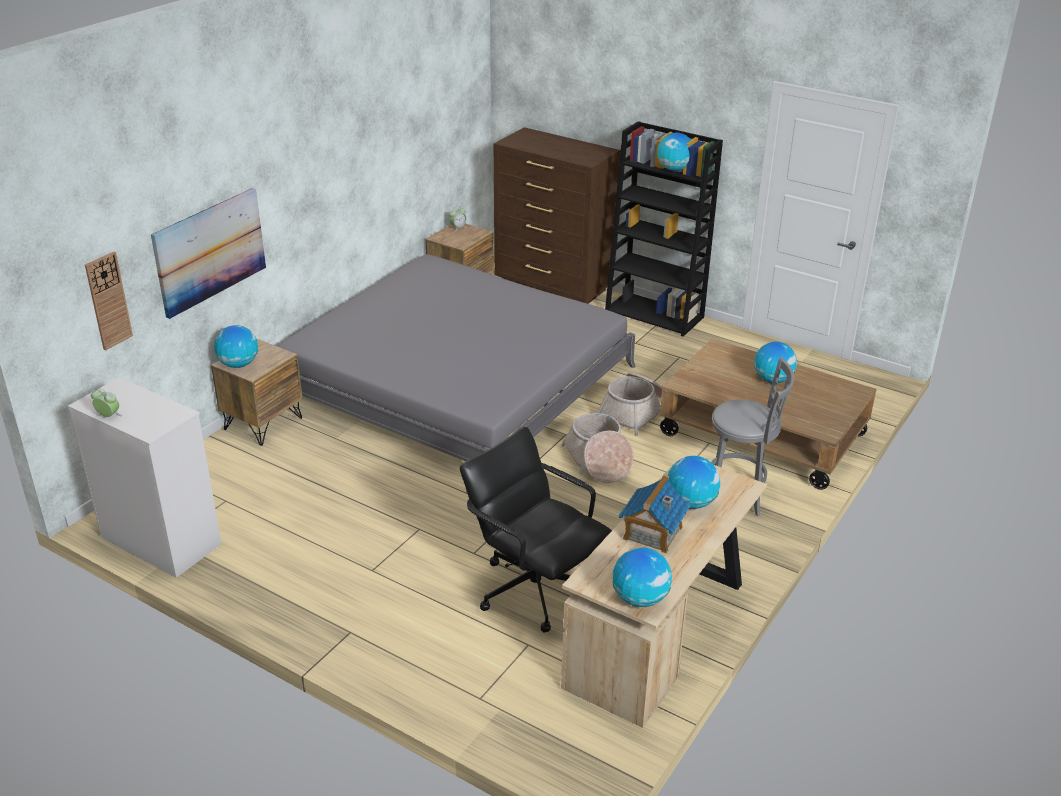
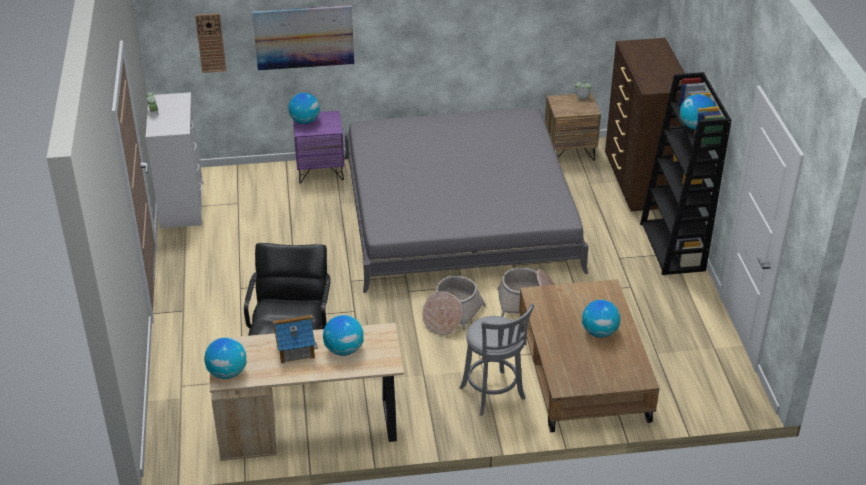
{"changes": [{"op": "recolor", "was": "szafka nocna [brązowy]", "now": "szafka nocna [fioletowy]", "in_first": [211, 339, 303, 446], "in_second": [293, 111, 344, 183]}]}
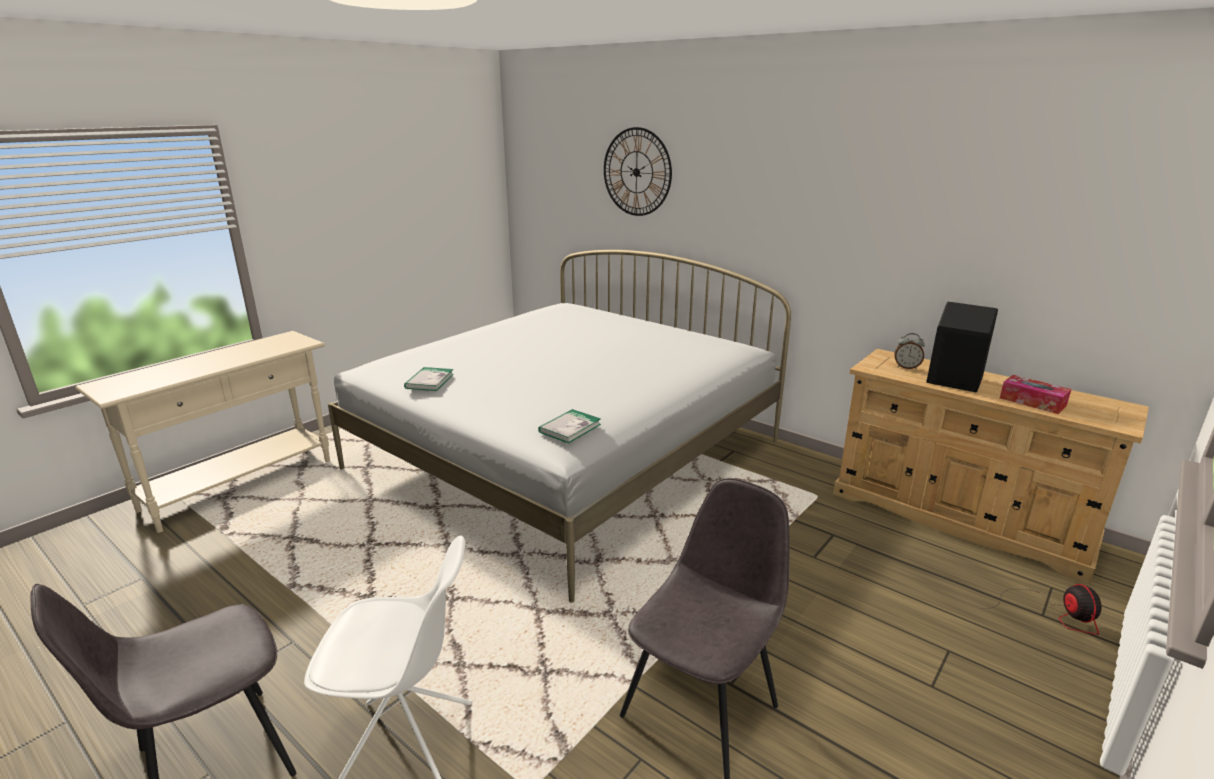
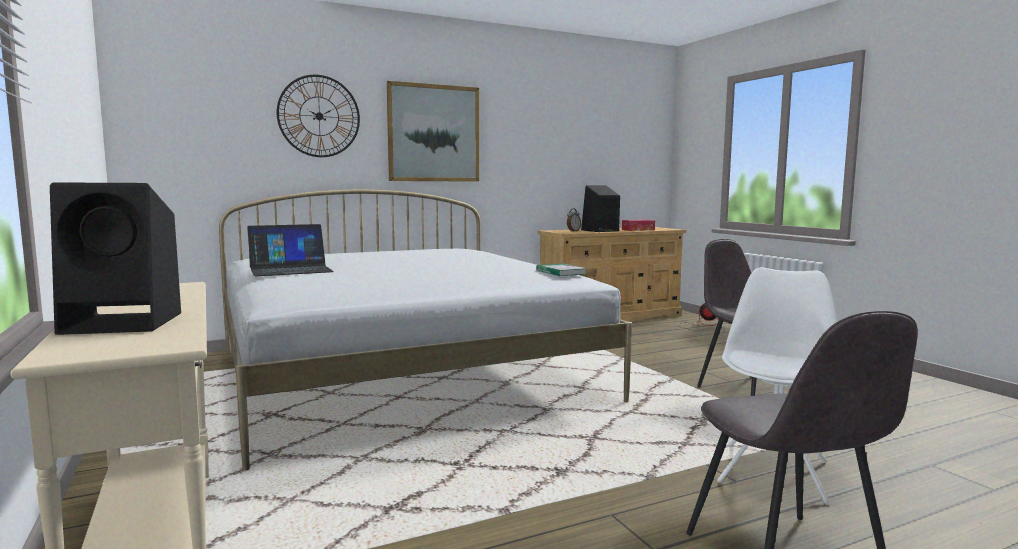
{"changes": [{"op": "delete", "was": "książka", "in_first": [404, 367, 454, 391]}, {"op": "insert", "now": "głośnik [czarny]", "in_second": [50, 182, 181, 335]}, {"op": "insert", "now": "laptop", "in_second": [247, 224, 334, 276]}, {"op": "insert", "now": "obraz", "in_second": [387, 81, 479, 182]}]}
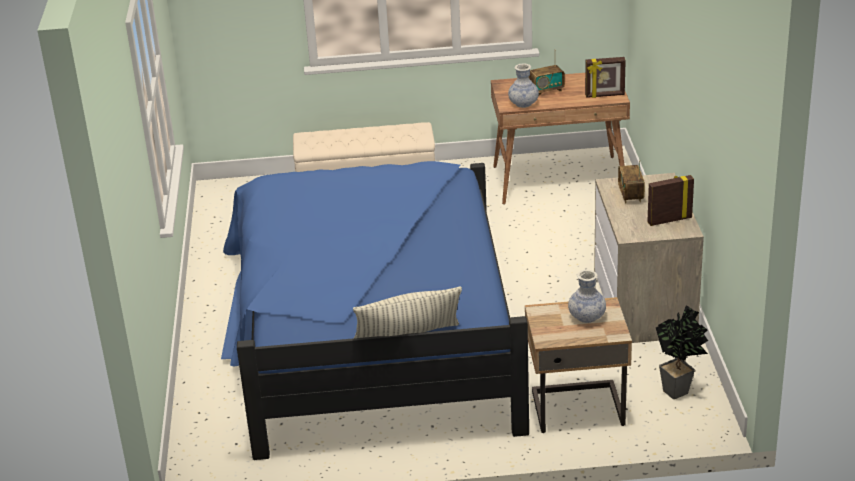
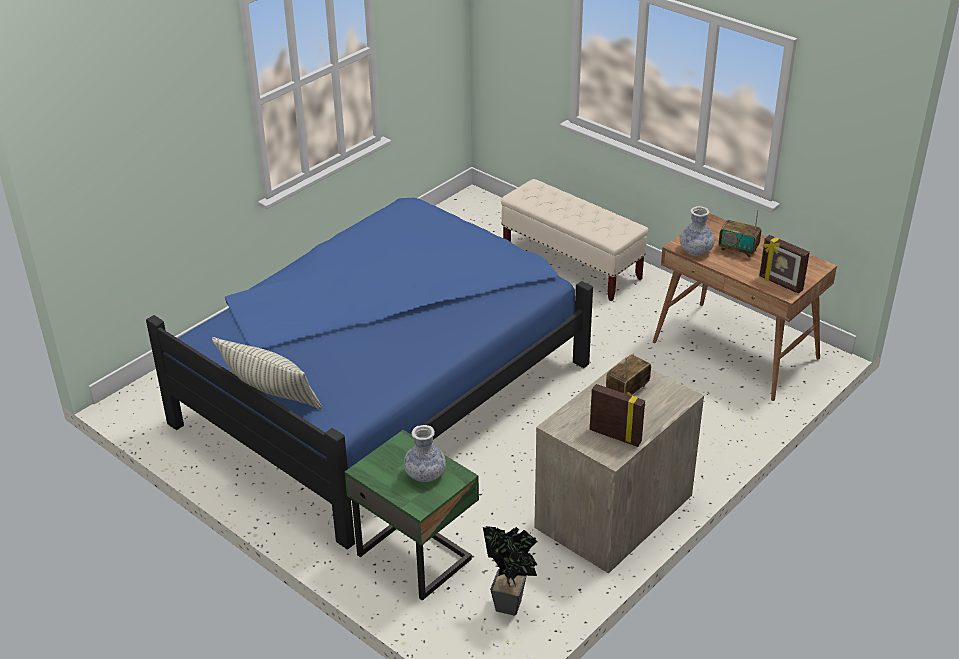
{"changes": [{"op": "recolor", "was": "szafka nocna [beżowy]", "now": "szafka nocna [zielony]", "in_first": [525, 297, 632, 433], "in_second": [345, 430, 479, 601]}]}
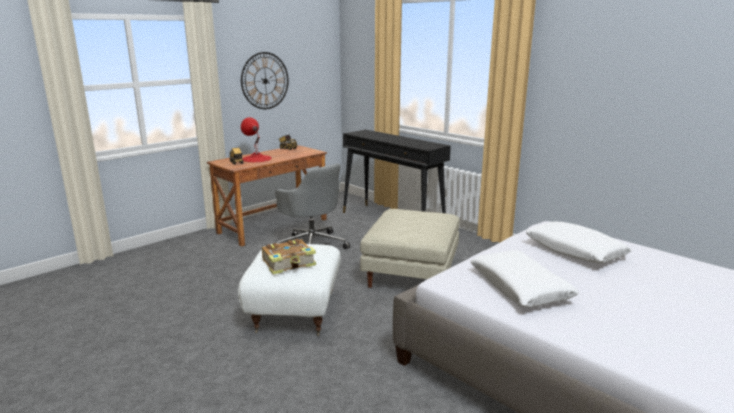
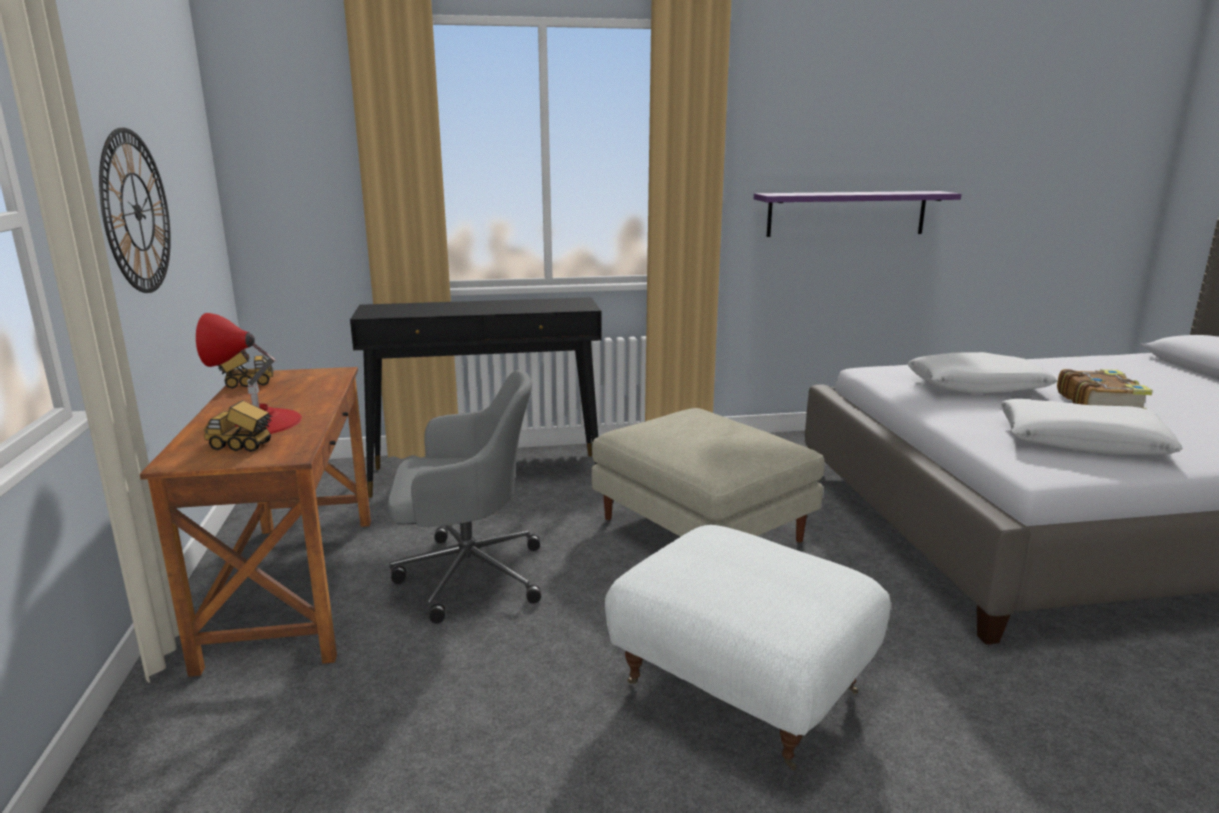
{"changes": [{"op": "insert", "now": "półka [fioletowy]", "in_second": [754, 191, 961, 237]}, {"op": "move", "was": "książka", "in_first": [262, 239, 316, 275], "in_second": [1057, 369, 1153, 410]}]}
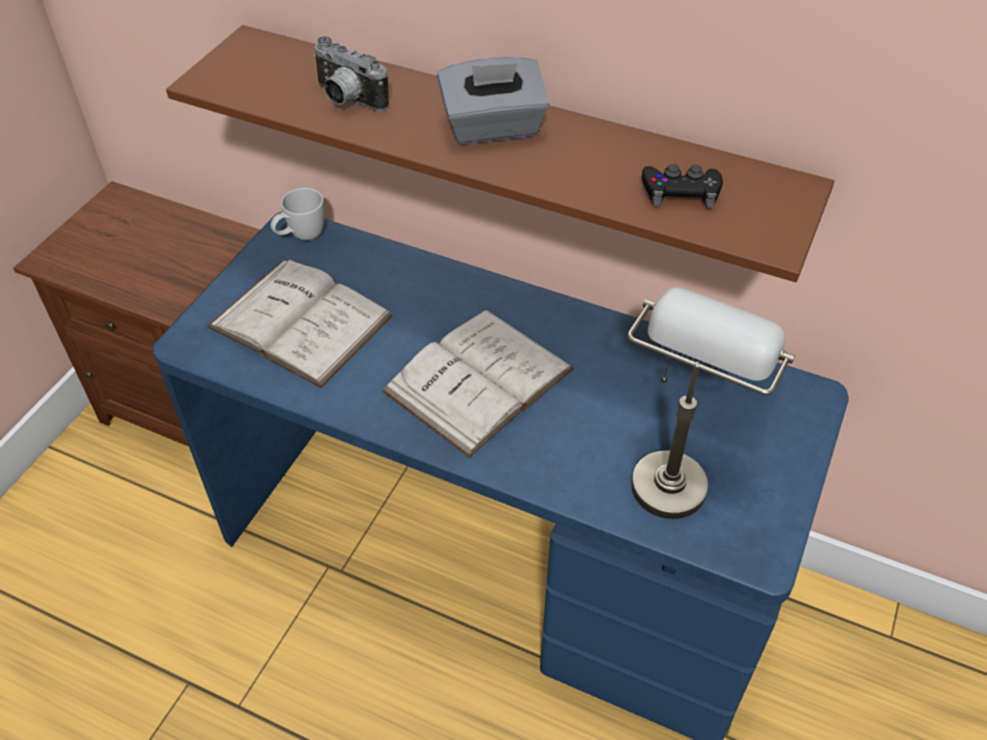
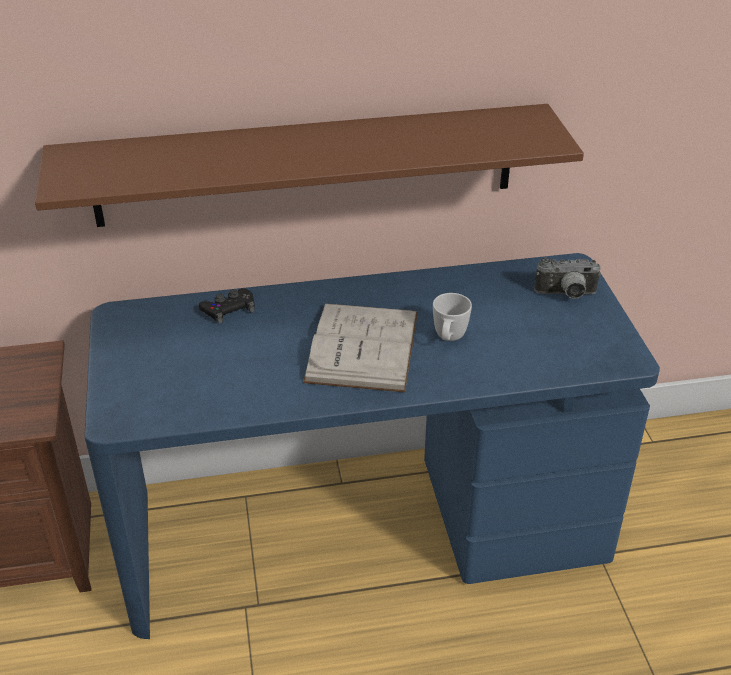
{"changes": [{"op": "delete", "was": "książka [biały]", "in_first": [207, 260, 393, 388]}, {"op": "delete", "was": "pudełko chusteczek [szary]", "in_first": [437, 57, 549, 144]}, {"op": "delete", "was": "lampa stołowa [szary]", "in_first": [627, 287, 795, 519]}, {"op": "move", "was": "kubek [biały]", "in_first": [271, 188, 324, 240], "in_second": [433, 293, 472, 341]}, {"op": "move", "was": "aparat fotograficzny", "in_first": [313, 36, 389, 112], "in_second": [534, 258, 601, 299]}, {"op": "move", "was": "pad do gier [czarny]", "in_first": [642, 164, 723, 208], "in_second": [199, 288, 254, 323]}]}
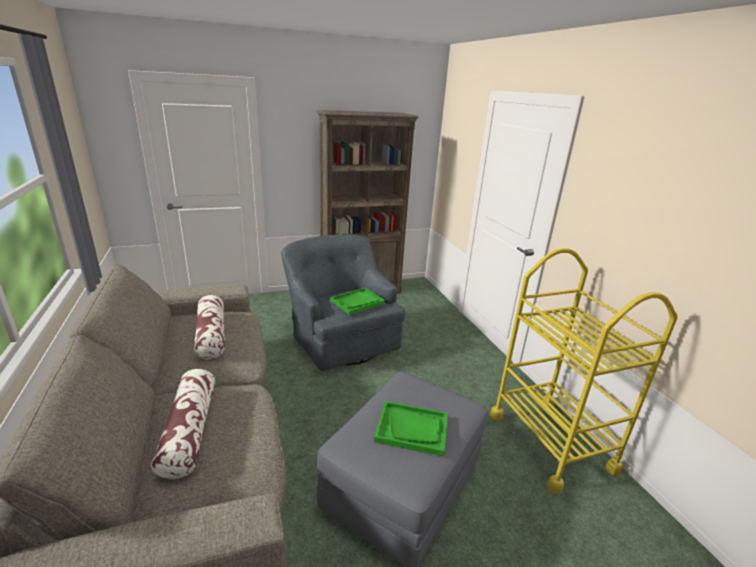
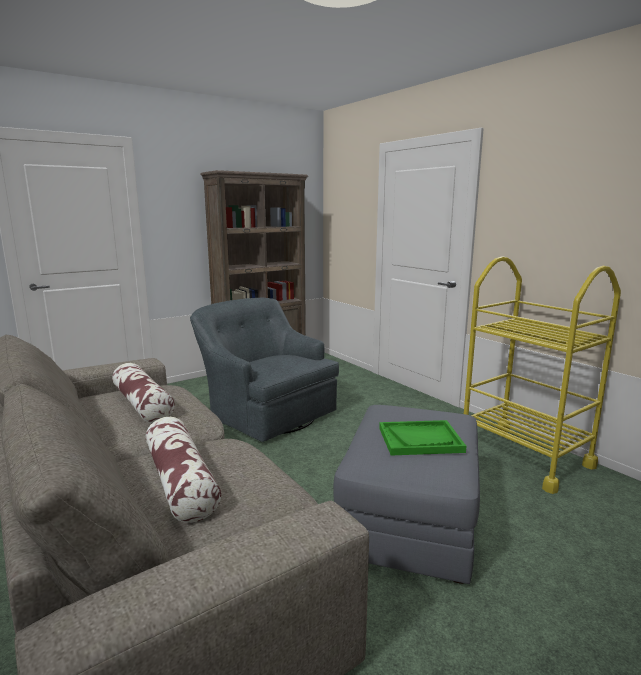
{"changes": [{"op": "delete", "was": "taca [zielony]", "in_first": [331, 288, 385, 315]}]}
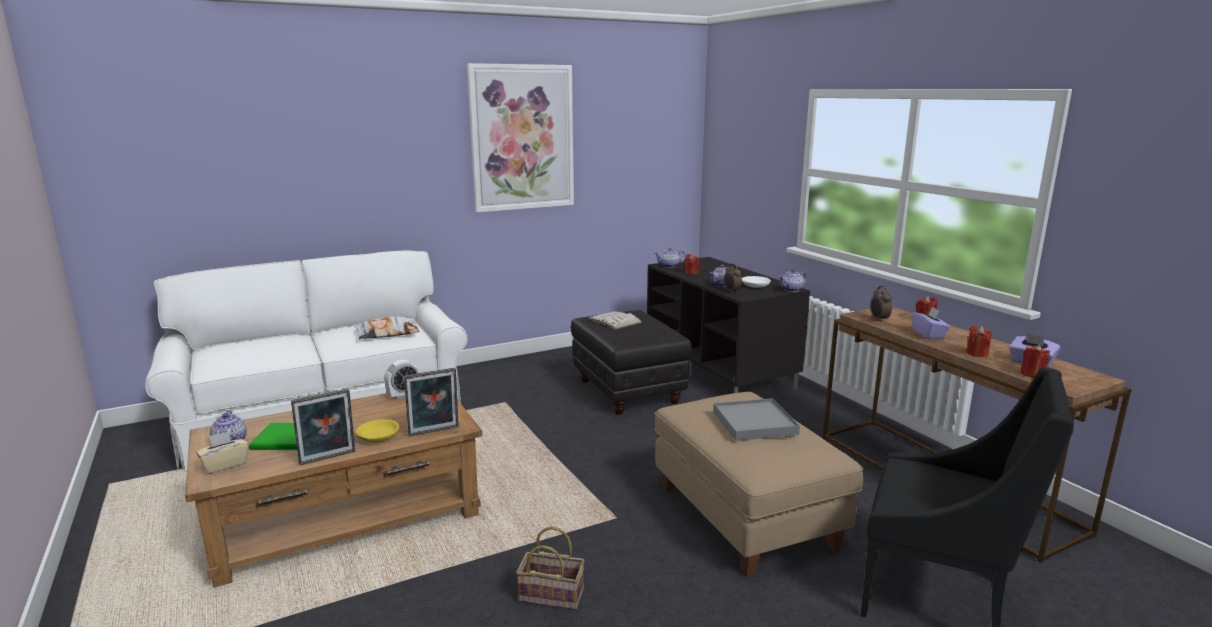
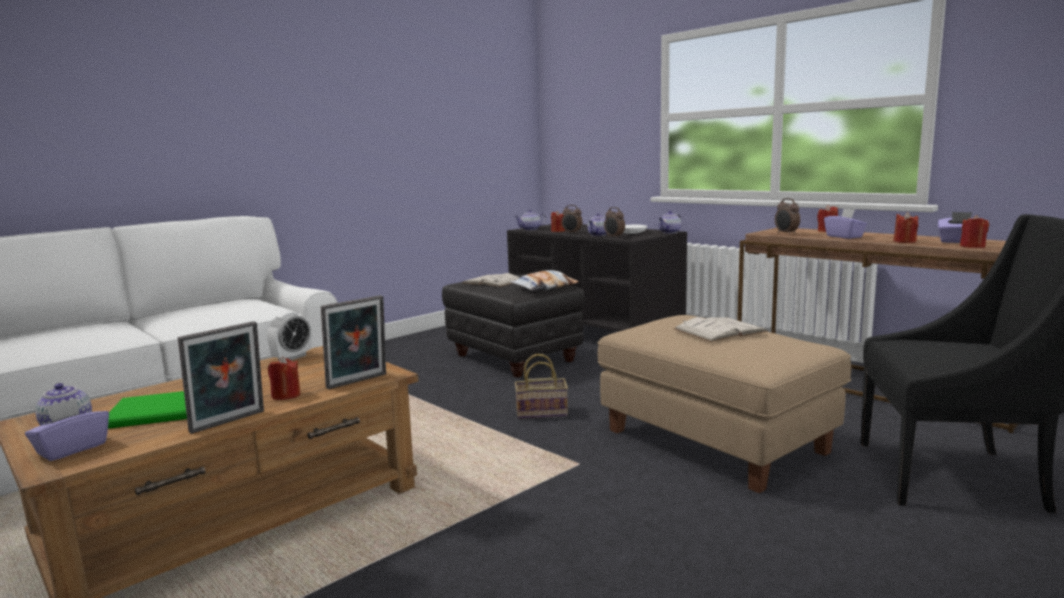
{"changes": [{"op": "delete", "was": "obraz", "in_first": [467, 63, 574, 212]}, {"op": "insert", "now": "budzik", "in_second": [561, 205, 582, 234]}, {"op": "move", "was": "poduszka", "in_first": [354, 316, 419, 339], "in_second": [510, 270, 579, 291]}, {"op": "move", "was": "koszyk", "in_first": [516, 526, 585, 610], "in_second": [515, 354, 568, 419]}, {"op": "replace", "was": "miska [żółty]", "now": "świeca [czerwony]", "in_first": [356, 419, 399, 443], "in_second": [268, 356, 301, 400]}, {"op": "replace", "was": "taca [szary]", "now": "książka [biały]", "in_first": [713, 398, 800, 441], "in_second": [674, 317, 768, 342]}, {"op": "recolor", "was": "pudełko chusteczek [beżowy]", "now": "pudełko chusteczek [fioletowy]", "in_first": [196, 431, 249, 474], "in_second": [25, 397, 109, 461]}]}
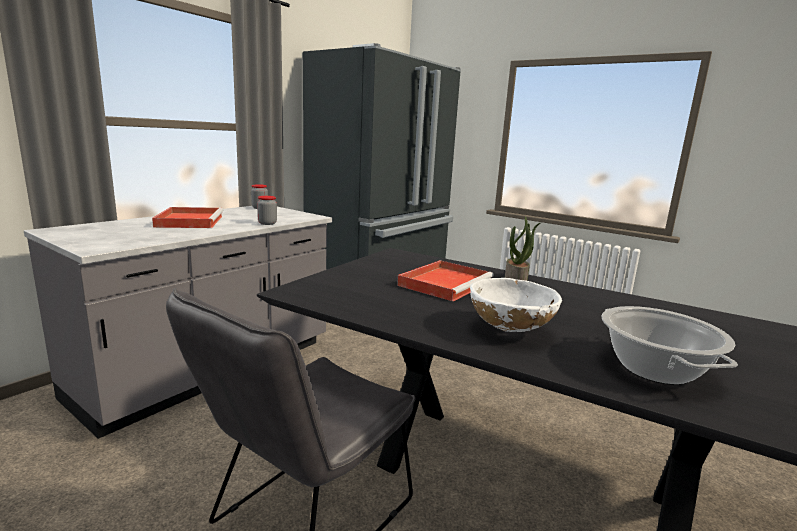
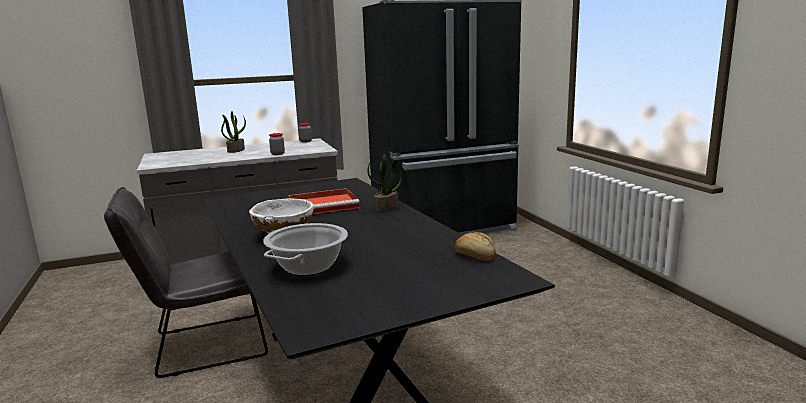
{"changes": [{"op": "insert", "now": "chleb", "in_second": [455, 232, 496, 261]}, {"op": "replace", "was": "taca [czerwony]", "now": "roślina doniczkowa", "in_first": [152, 207, 224, 228], "in_second": [221, 111, 246, 153]}]}
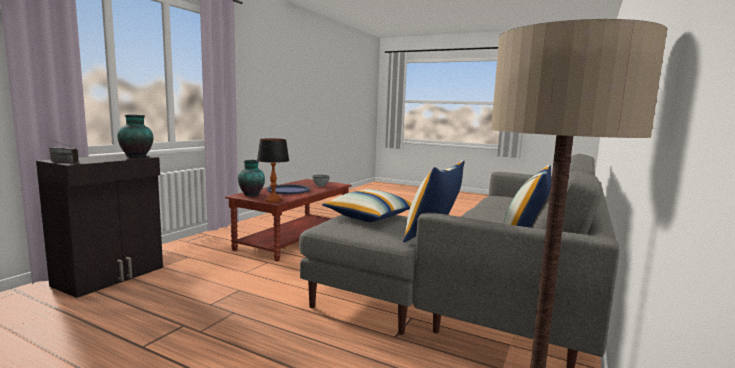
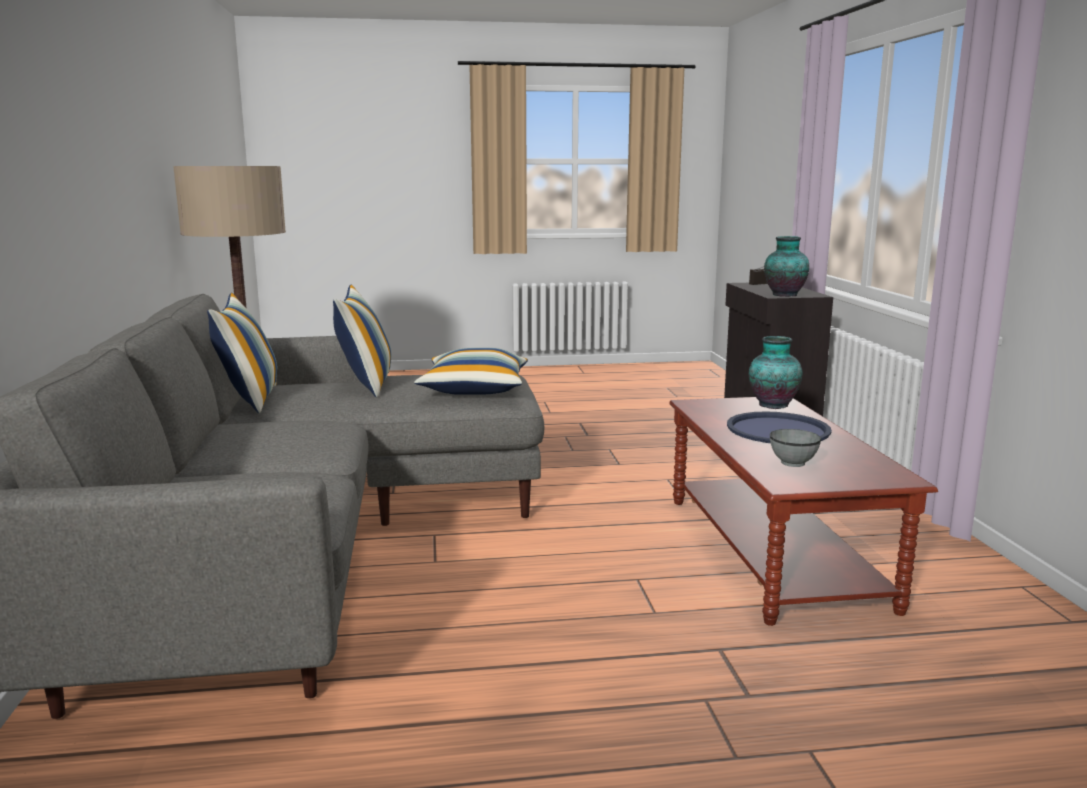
{"changes": [{"op": "delete", "was": "lampa stołowa", "in_first": [257, 138, 289, 203]}]}
